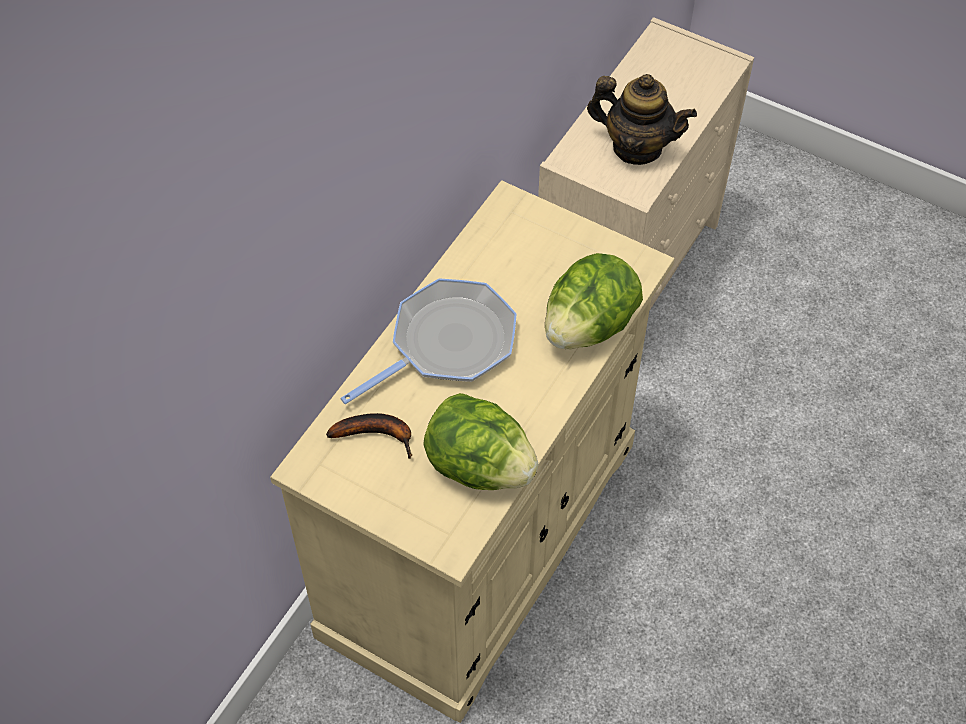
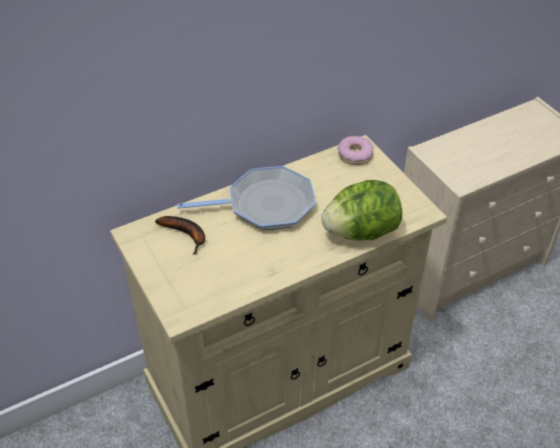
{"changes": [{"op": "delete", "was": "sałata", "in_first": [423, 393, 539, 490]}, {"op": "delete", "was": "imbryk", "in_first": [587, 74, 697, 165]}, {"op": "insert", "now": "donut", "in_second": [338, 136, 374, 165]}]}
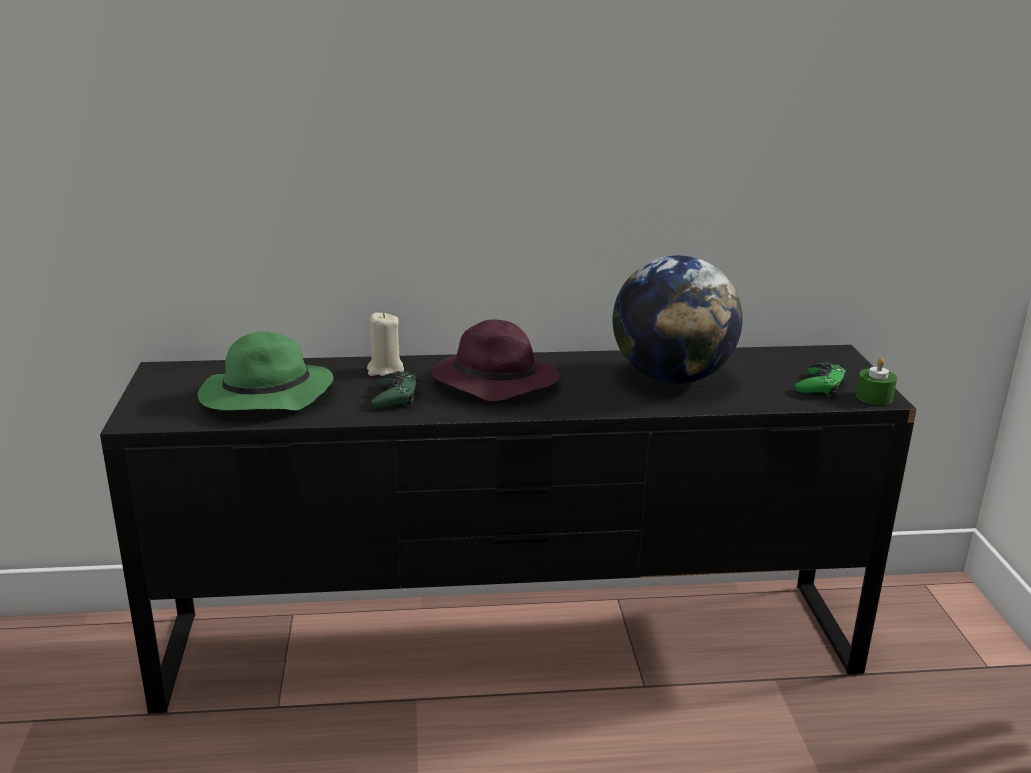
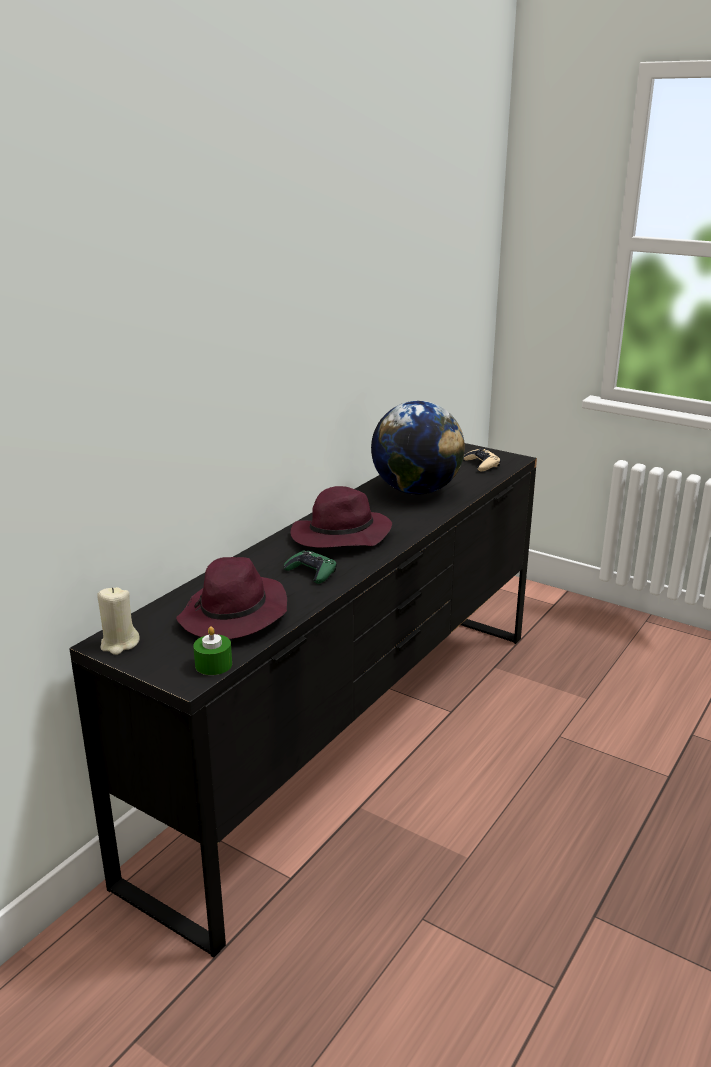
{"changes": [{"op": "move", "was": "świeca [beżowy]", "in_first": [367, 312, 404, 376], "in_second": [97, 587, 140, 655]}, {"op": "move", "was": "świeca [zielony]", "in_first": [856, 357, 897, 405], "in_second": [193, 626, 232, 675]}, {"op": "recolor", "was": "kapelusz [zielony]", "now": "kapelusz [fioletowy]", "in_first": [198, 331, 334, 411], "in_second": [176, 557, 287, 639]}, {"op": "recolor", "was": "pad do gier [zielony]", "now": "pad do gier [beżowy]", "in_first": [795, 362, 847, 397], "in_second": [463, 448, 501, 471]}]}
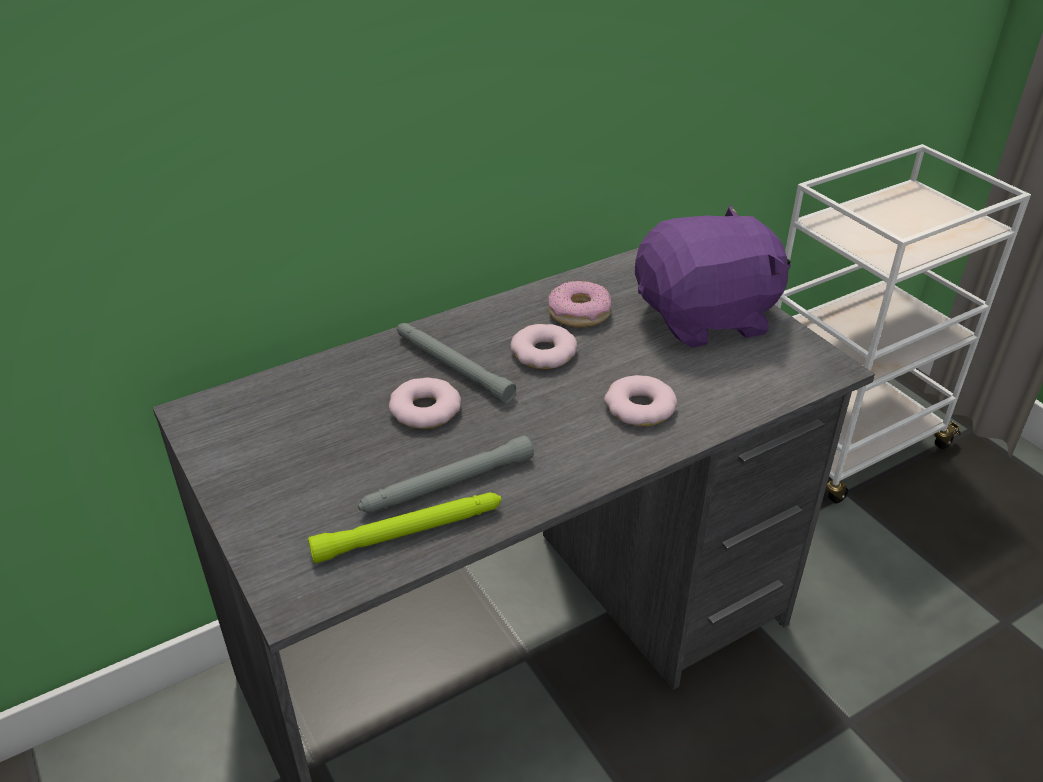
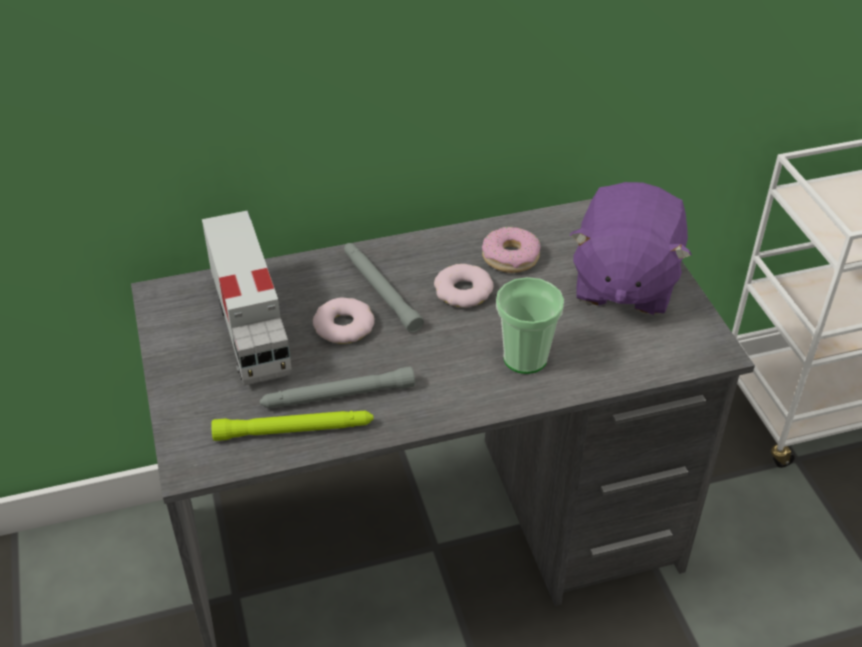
{"changes": [{"op": "insert", "now": "ciężarówka zabawkowa", "in_second": [202, 210, 292, 386]}, {"op": "replace", "was": "donut", "now": "filiżanka", "in_first": [604, 375, 677, 426], "in_second": [496, 277, 564, 374]}, {"op": "rotate", "was": "pluszak [fioletowy]", "in_first": [635, 205, 791, 348], "in_second": [570, 182, 692, 315], "clockwise": 105}]}
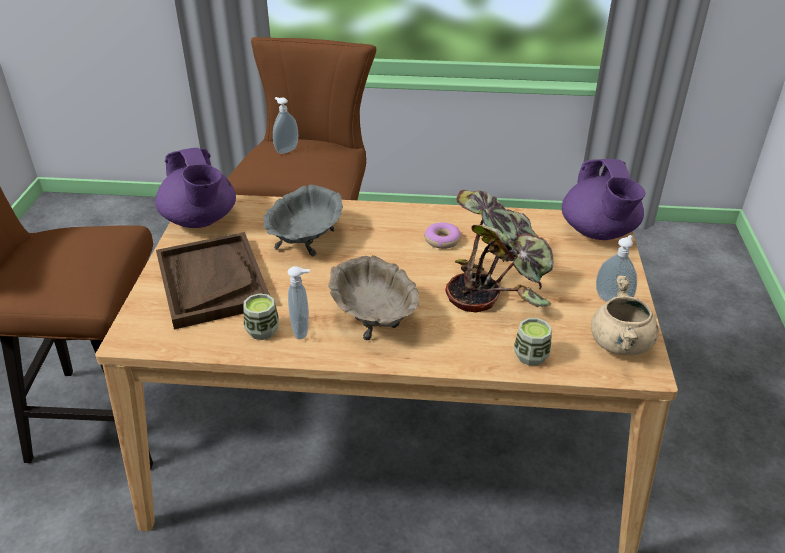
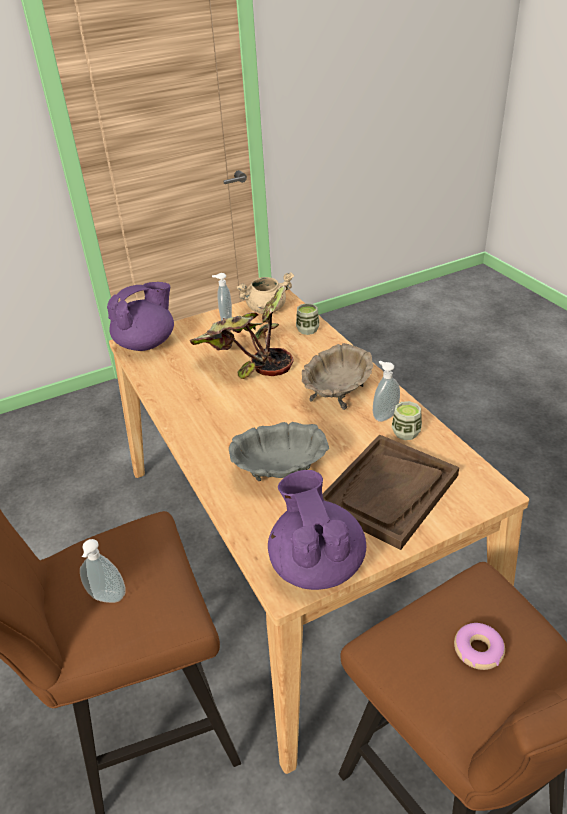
{"changes": [{"op": "move", "was": "donut", "in_first": [424, 222, 461, 249], "in_second": [454, 623, 505, 670]}, {"op": "rotate", "was": "imbryk [fioletowy]", "in_first": [155, 148, 236, 228], "in_second": [268, 470, 366, 590], "clockwise": -45}]}
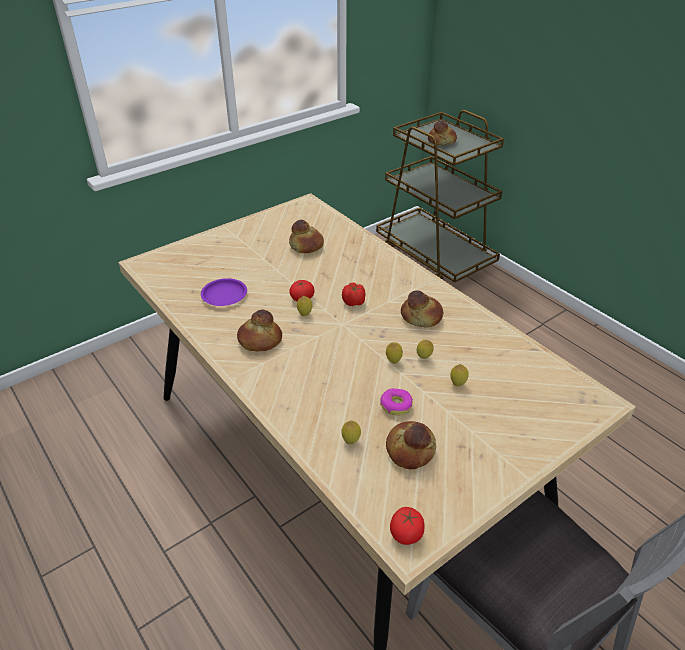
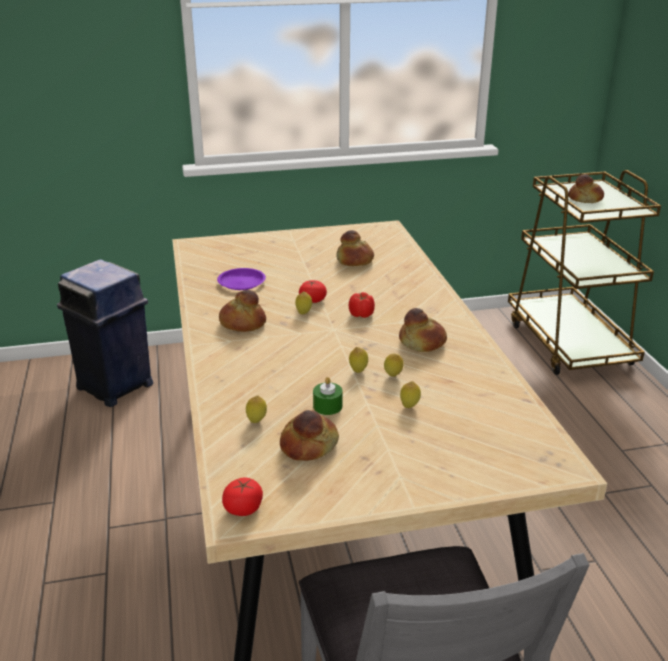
{"changes": [{"op": "insert", "now": "kosz na śmieci [niebieski]", "in_second": [57, 259, 153, 407]}, {"op": "replace", "was": "donut", "now": "świeca [zielony]", "in_first": [380, 388, 413, 416], "in_second": [313, 377, 343, 415]}]}
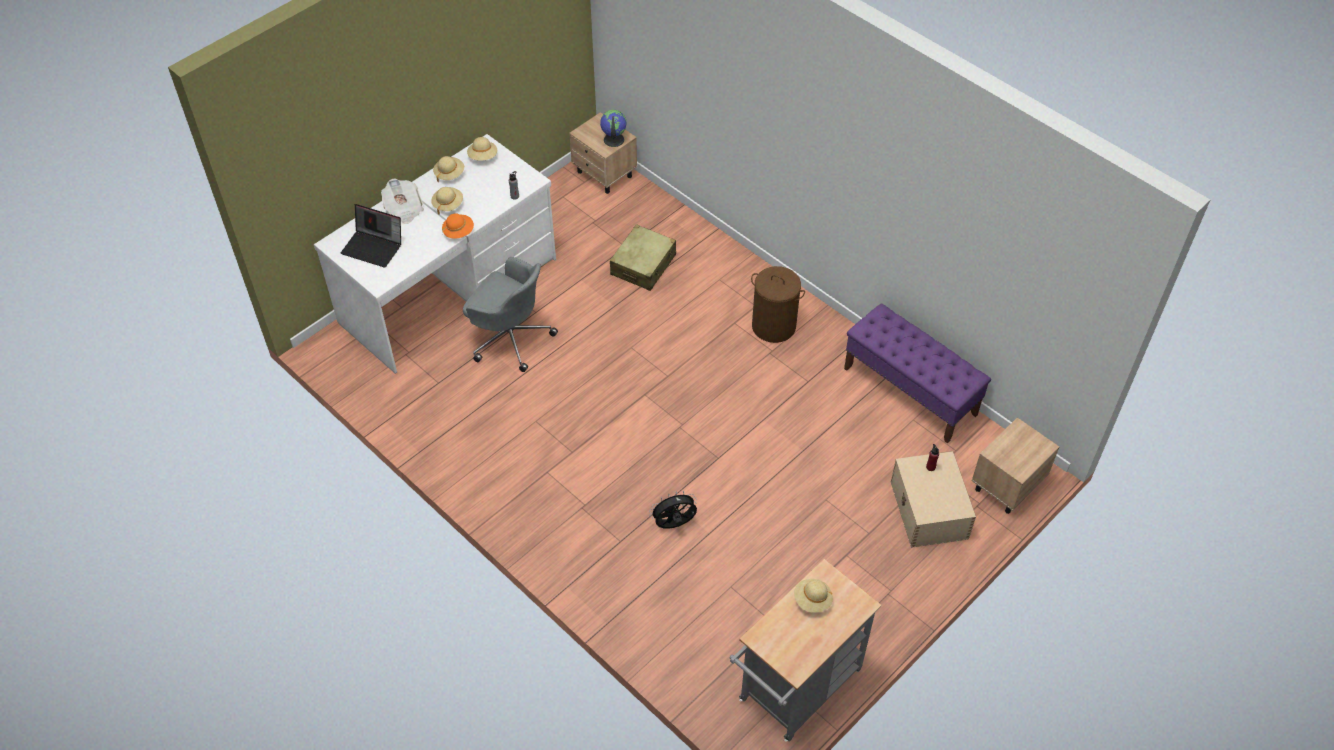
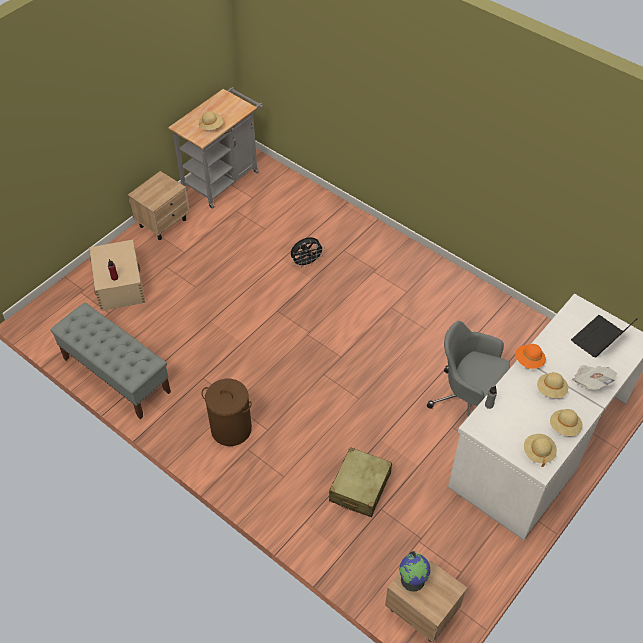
{"changes": [{"op": "move", "was": "szafka nocna [beżowy]", "in_first": [972, 418, 1059, 514], "in_second": [128, 171, 190, 240]}, {"op": "recolor", "was": "ławka [fioletowy]", "now": "ławka [szary]", "in_first": [844, 303, 991, 444], "in_second": [50, 302, 171, 419]}, {"op": "rotate", "was": "laptop", "in_first": [341, 204, 401, 268], "in_second": [571, 315, 638, 357], "clockwise": -60}]}
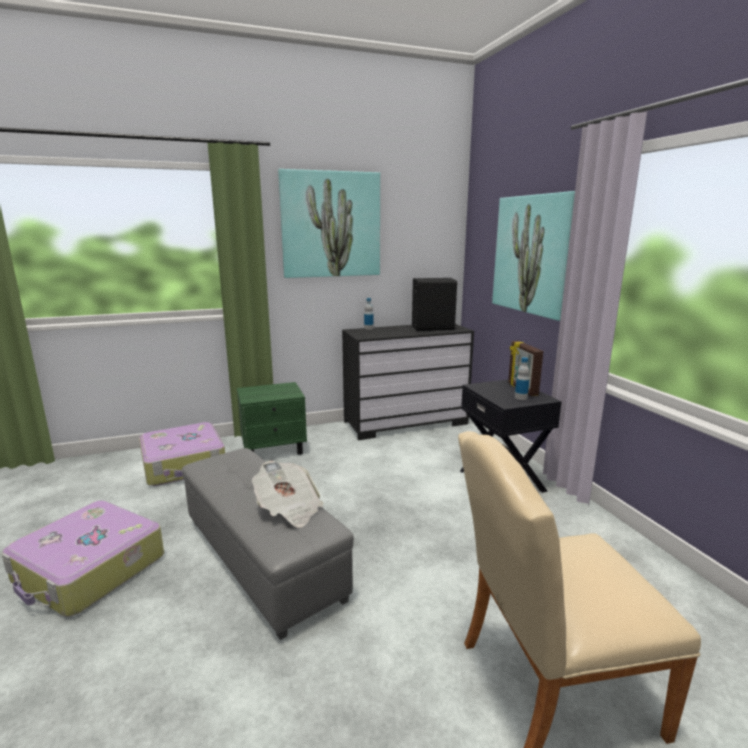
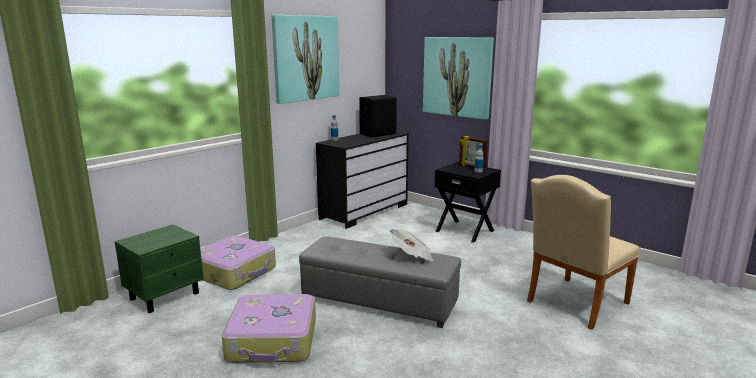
{"changes": [{"op": "move", "was": "szafka nocna [zielony]", "in_first": [237, 382, 307, 455], "in_second": [114, 224, 204, 313]}]}
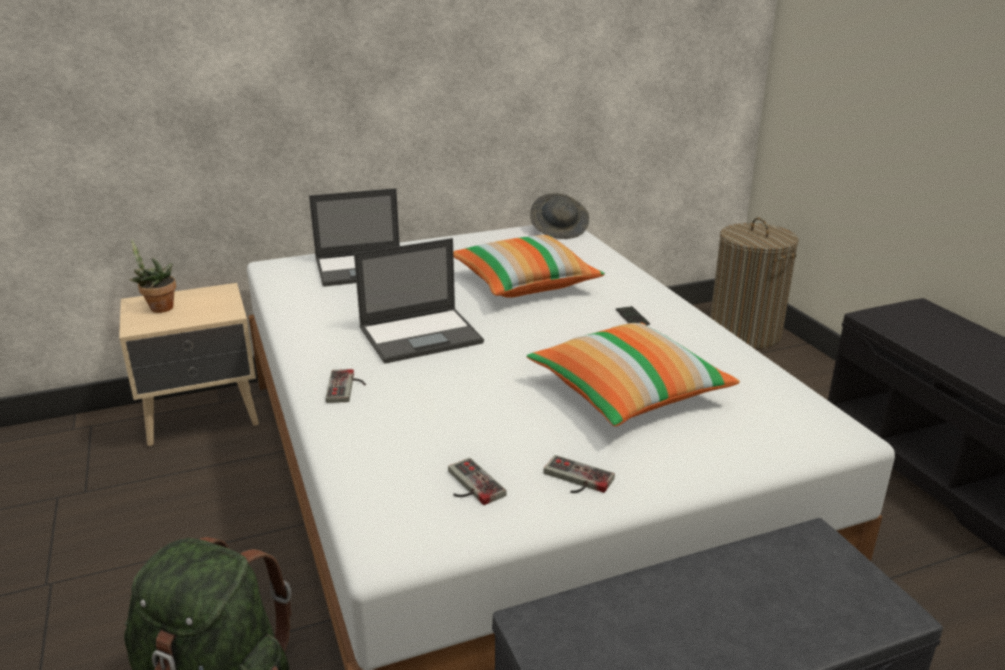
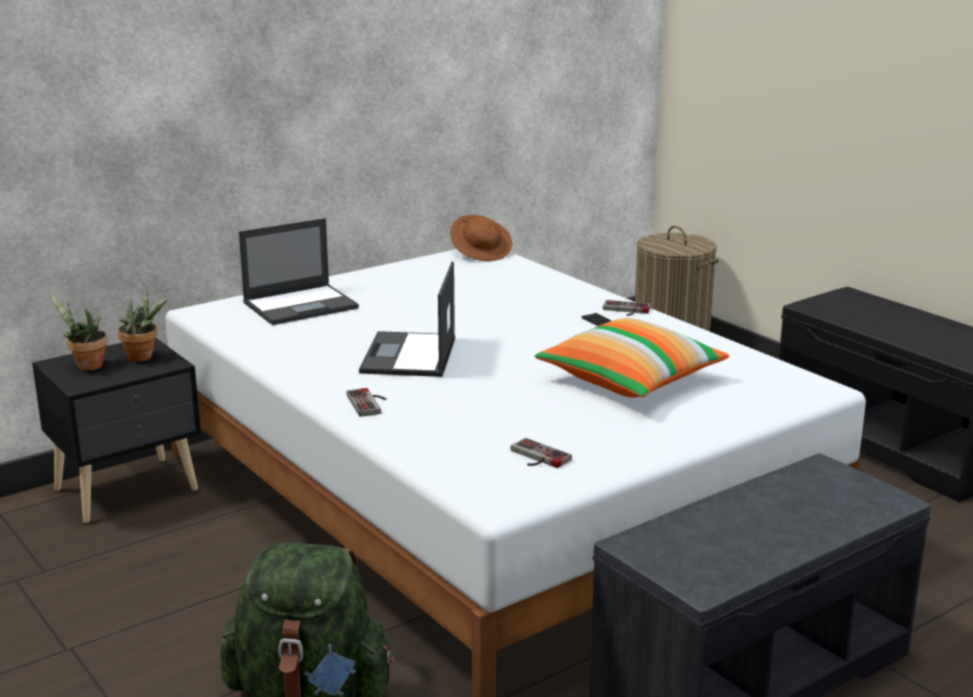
{"changes": [{"op": "delete", "was": "poduszka", "in_first": [453, 235, 605, 298]}, {"op": "insert", "now": "roślina doniczkowa", "in_second": [118, 290, 168, 362]}, {"op": "move", "was": "pad do gier", "in_first": [543, 455, 615, 493], "in_second": [603, 300, 651, 316]}, {"op": "recolor", "was": "szafka nocna [beżowy]", "now": "szafka nocna [czarny]", "in_first": [119, 283, 259, 446], "in_second": [32, 338, 201, 523]}, {"op": "recolor", "was": "kapelusz [szary]", "now": "kapelusz [brązowy]", "in_first": [530, 193, 589, 239], "in_second": [450, 215, 512, 261]}, {"op": "rotate", "was": "laptop", "in_first": [354, 238, 484, 364], "in_second": [359, 261, 455, 377], "clockwise": 135}]}
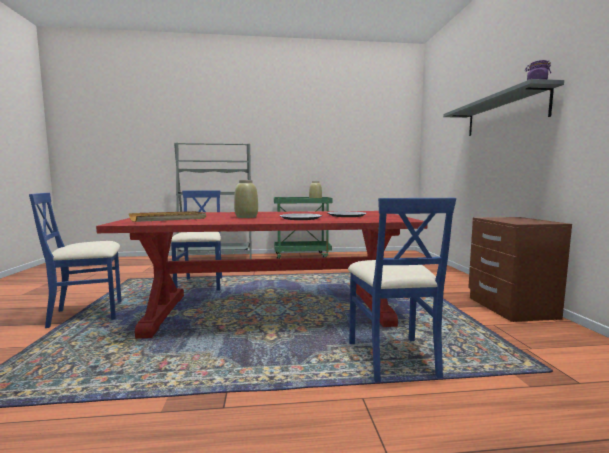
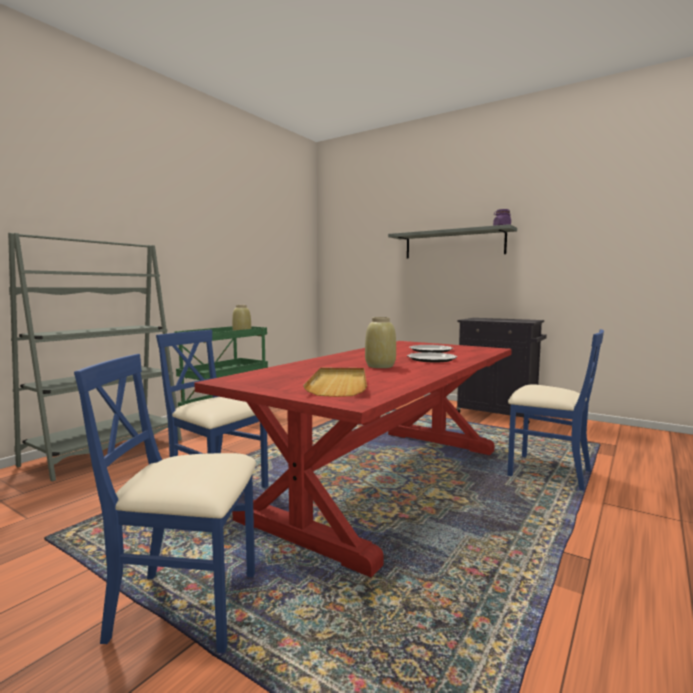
{"changes": [{"op": "replace", "was": "szafka nocna [brązowy]", "now": "szafka [czarny]", "in_first": [468, 217, 572, 322], "in_second": [457, 318, 547, 423]}, {"op": "rotate", "was": "krzesło [niebieski]", "in_first": [29, 193, 122, 328], "in_second": [74, 354, 256, 653], "clockwise": 75}]}
